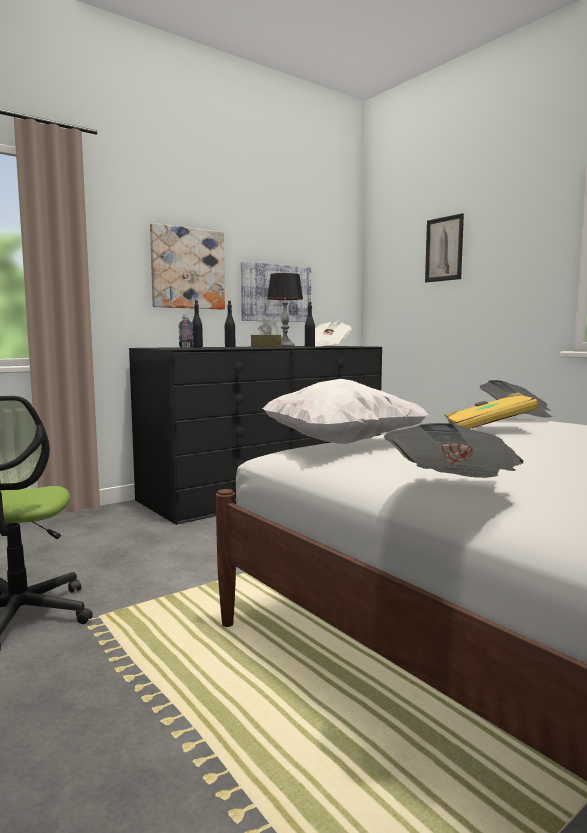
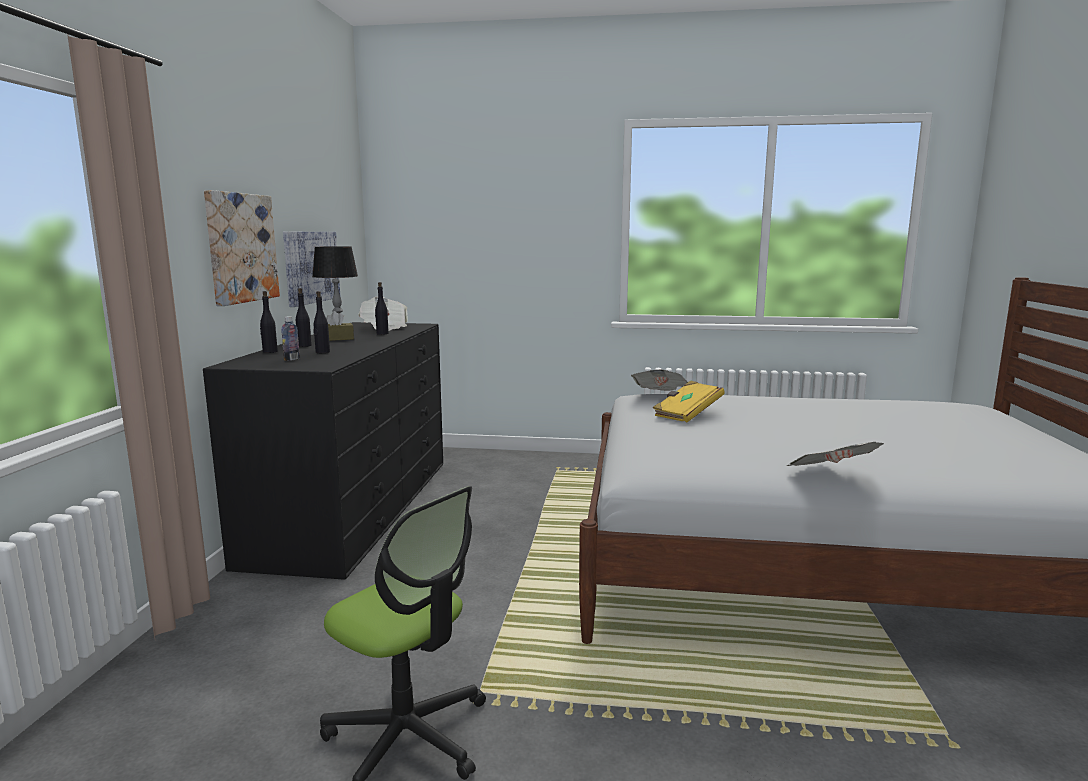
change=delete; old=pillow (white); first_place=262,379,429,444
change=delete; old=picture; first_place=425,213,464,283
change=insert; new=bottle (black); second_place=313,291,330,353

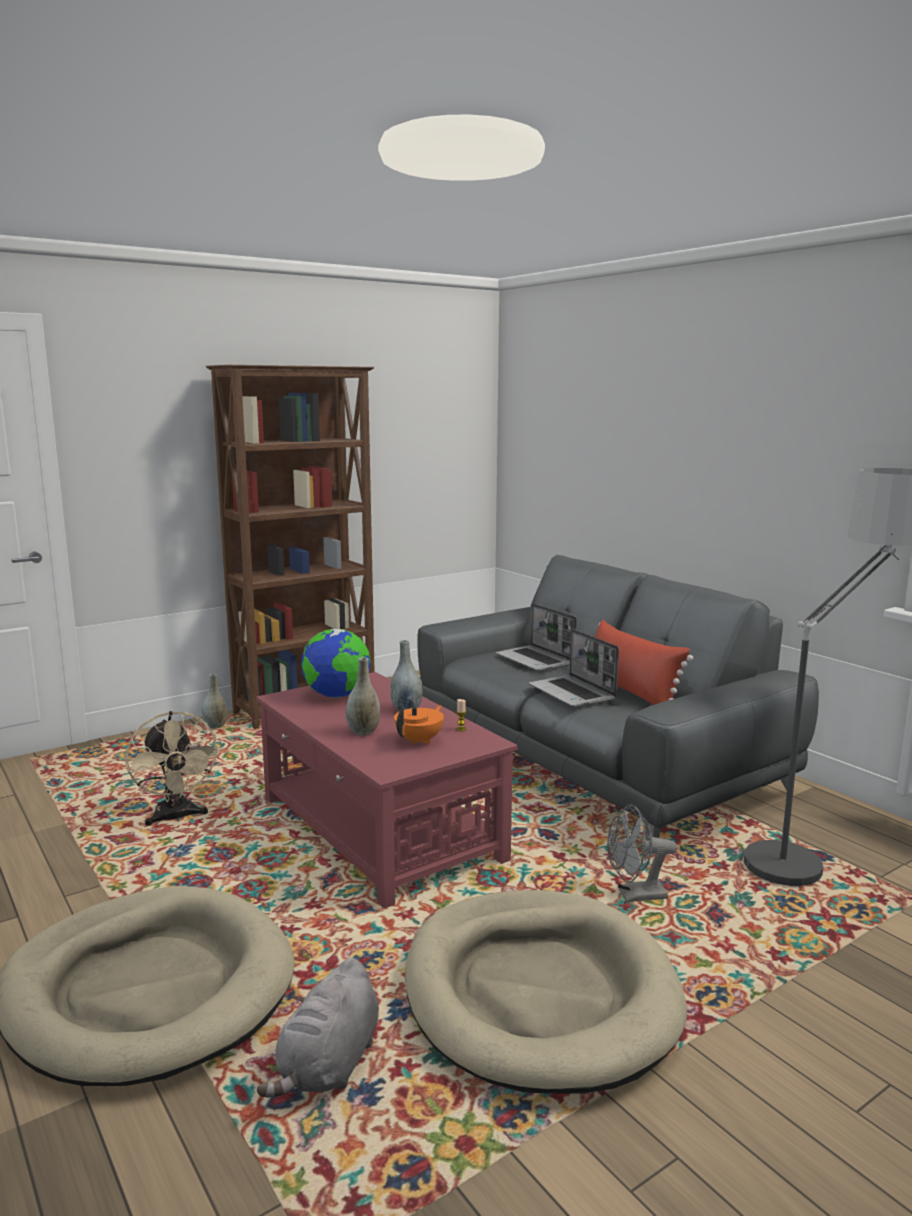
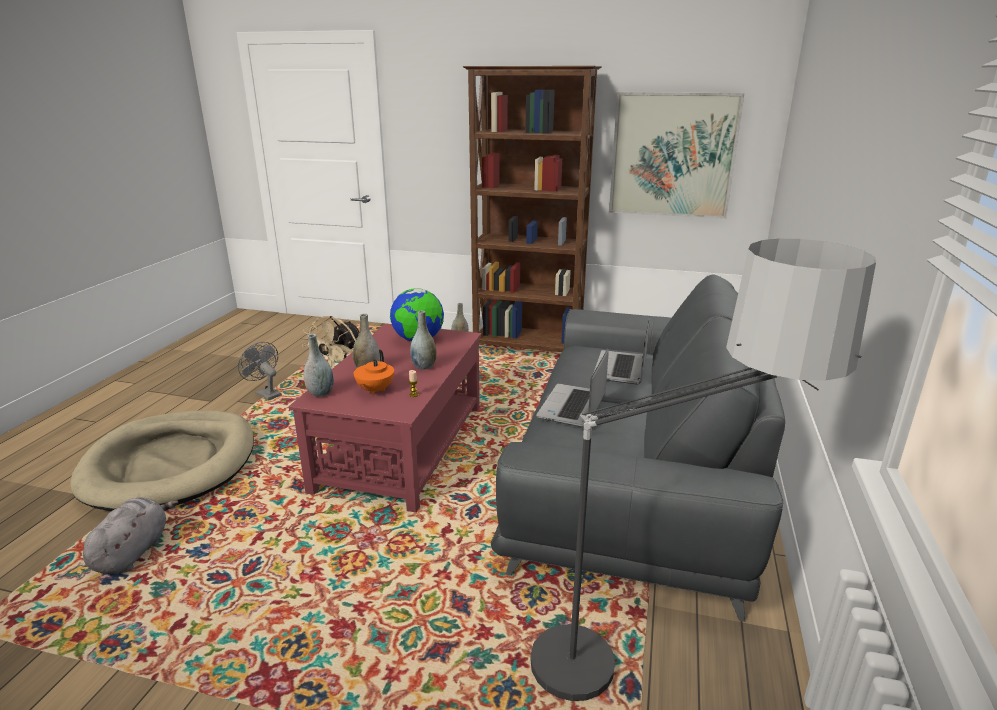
change=delete; old=dog bed (beige); first_place=405,890,687,1093
change=delete; old=pillow (red); first_place=595,620,693,705
change=insert; new=vase (grey); second_place=304,334,334,397
change=insert; new=picture; second_place=609,92,745,219
change=move; old=fan (grey); first_place=607,805,677,902; second_place=238,342,282,400
change=rotate; old=plush toy (grey); first_place=257,958,379,1098; second_place=83,498,179,574; degrees=120
change=rotate; old=teapot (orange); first_place=394,705,444,745; second_place=354,350,394,395; degrees=105

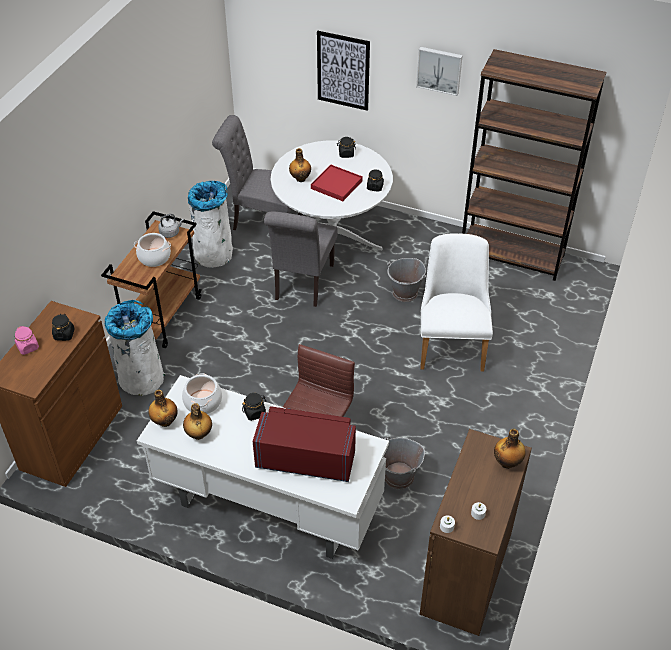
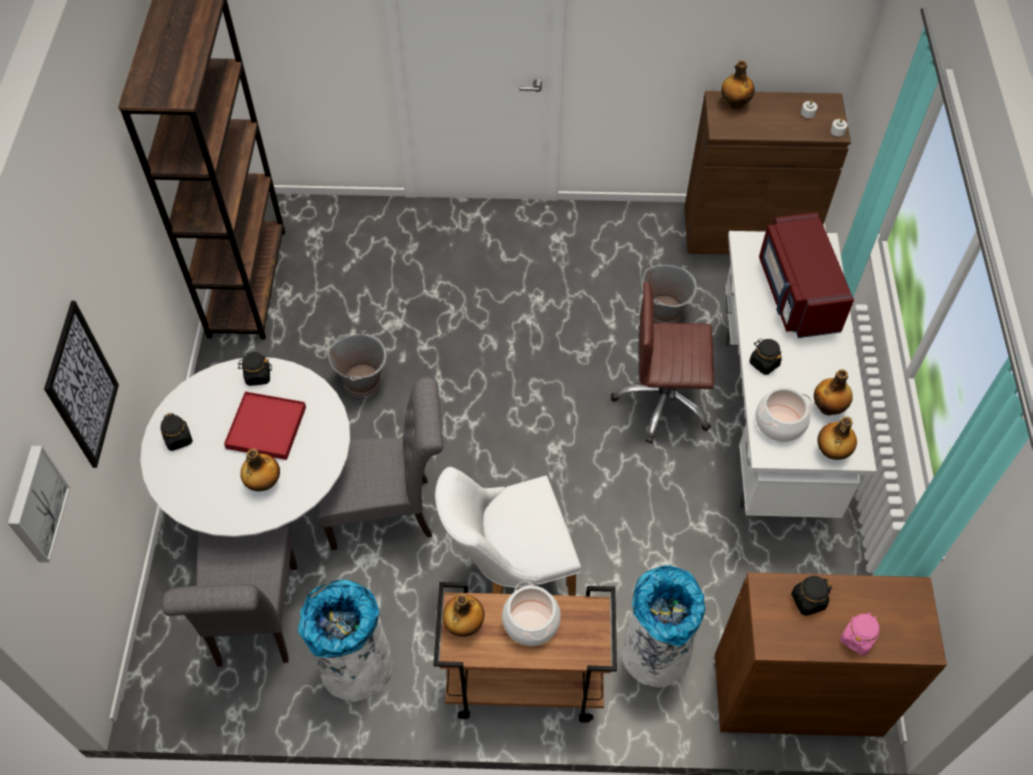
change=move; old=picture; first_place=416,47,463,96; second_place=8,446,70,562
change=move; old=chair (white); first_place=420,233,493,372; second_place=435,467,581,596
change=replace; old=kettle (grey); new=bottle; first_place=158,214,184,238; second_place=443,594,484,637

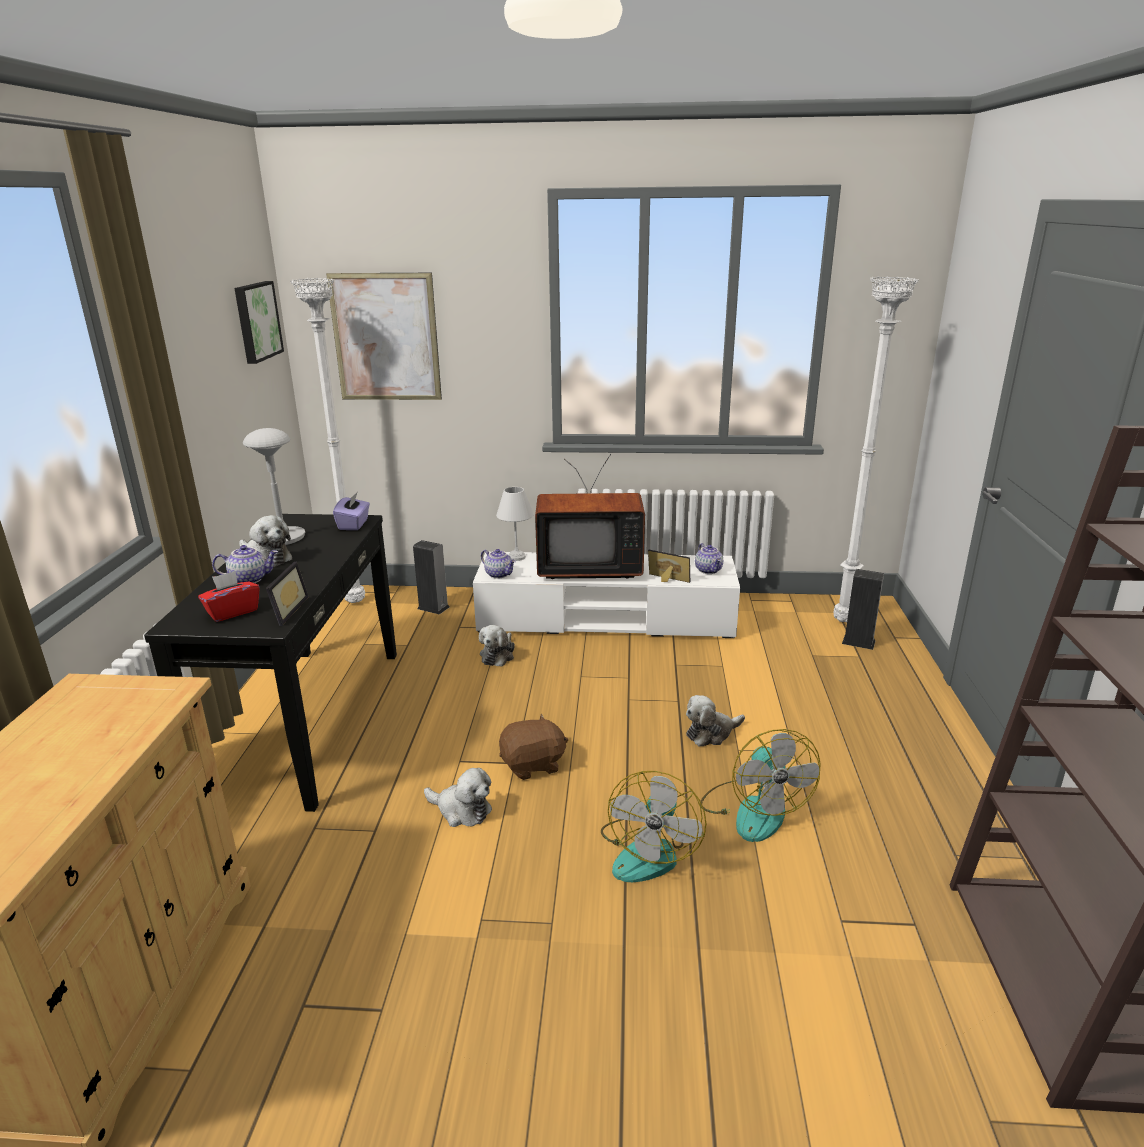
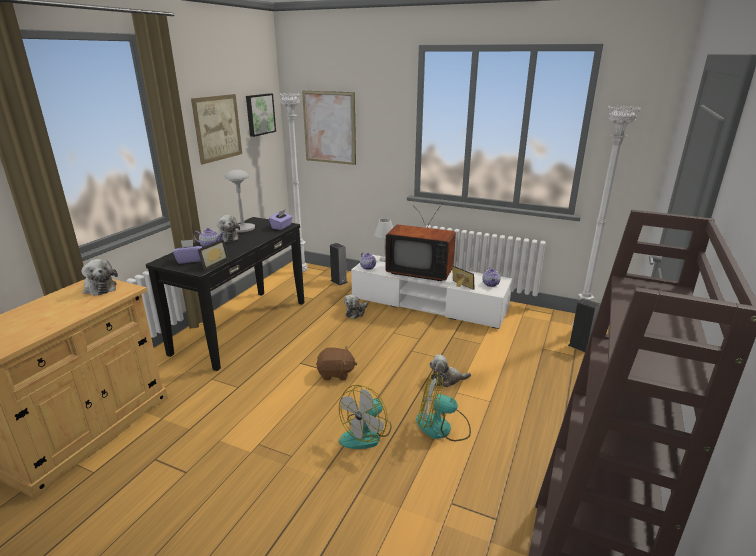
change=insert; new=picture; second_place=191,94,242,164
change=move; old=plush toy; first_place=424,768,492,827; second_place=82,259,118,296
change=recolor; old=tissue box (red); new=tissue box (purple); first_place=198,571,260,622; second_place=173,239,202,264
change=rotate; old=fan; first_place=700,729,821,842; second_place=416,372,471,441; degrees=90

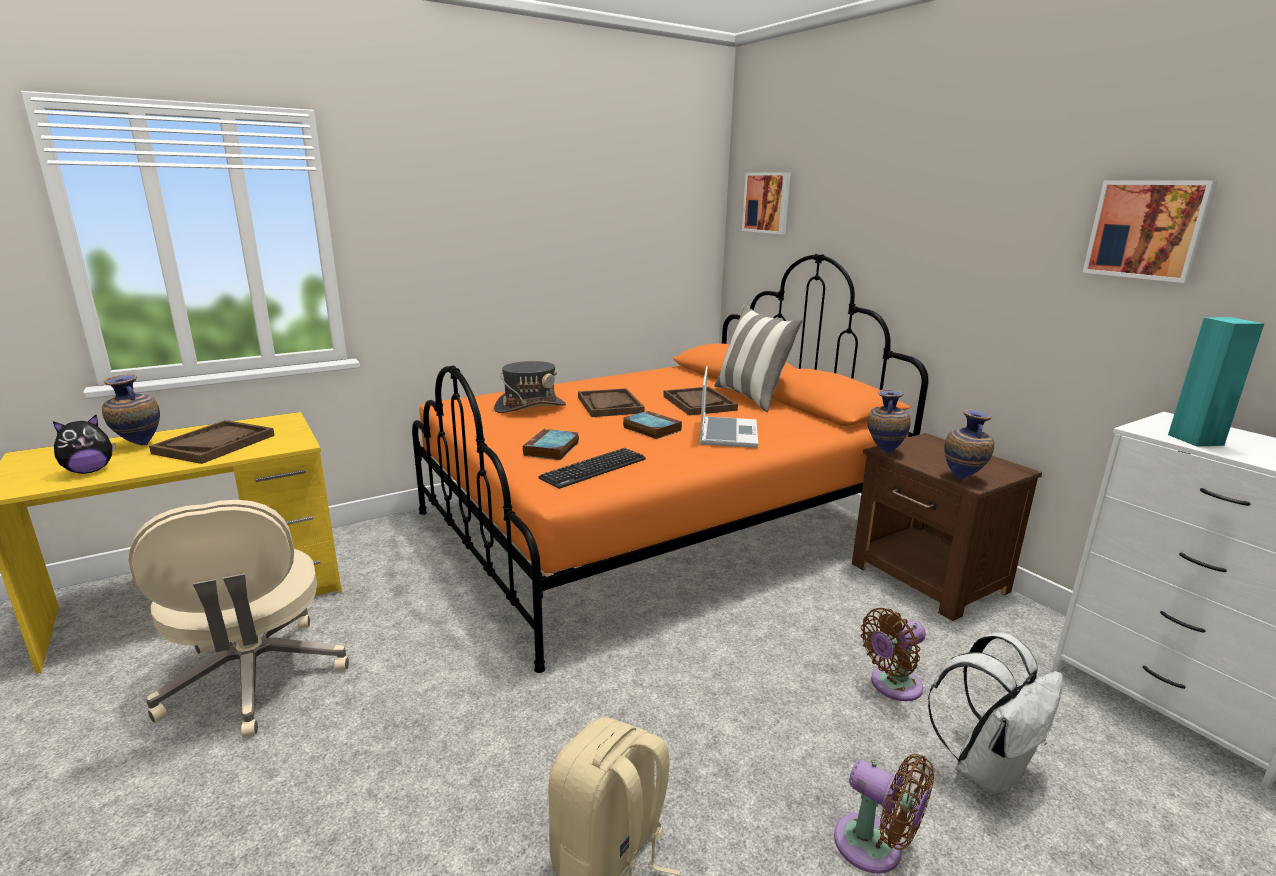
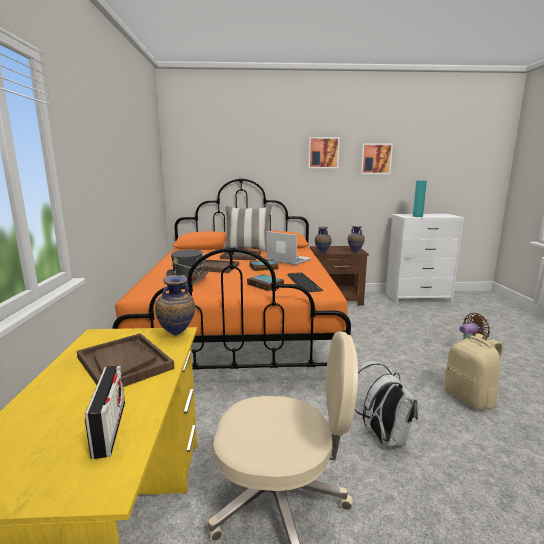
change=delete; old=fan (brown); first_place=861,608,926,701
change=move; old=vase; first_place=102,374,160,445; second_place=155,275,195,336
change=move; old=picture; first_place=742,172,791,234; second_place=308,137,340,168
change=move; old=backpack (white); first_place=928,633,1063,796; second_place=355,361,418,447
change=replace; old=plush toy; new=radio; first_place=53,415,115,474; second_place=85,366,125,459

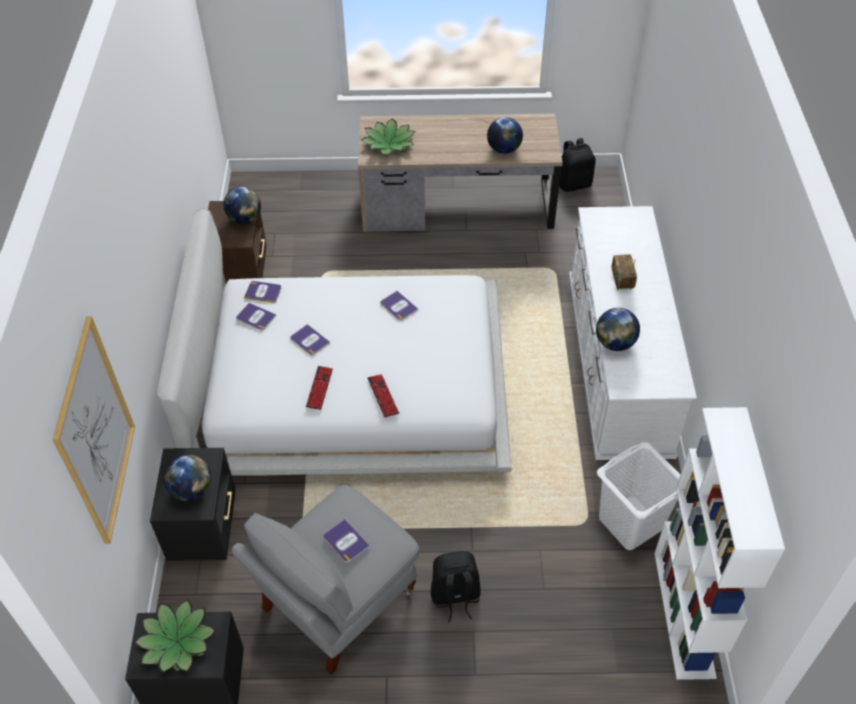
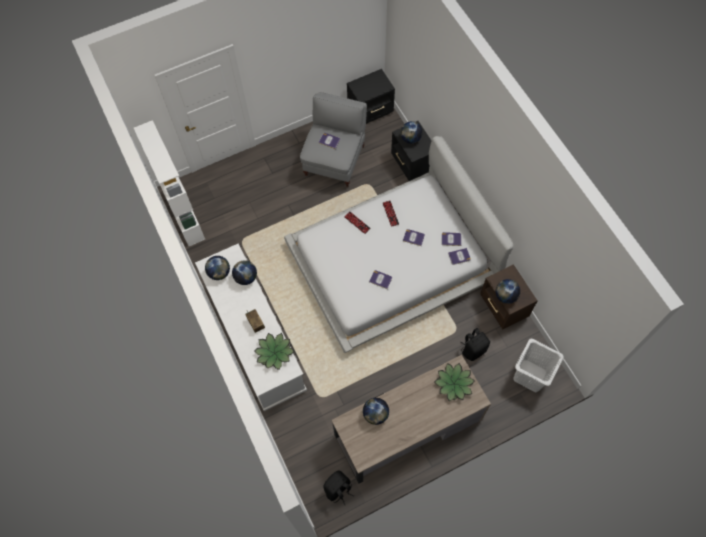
change=delete; old=picture; first_place=53,316,135,544
change=insert; new=globe; second_place=205,256,230,280
change=move; old=potted plant; first_place=134,599,216,673; second_place=254,333,294,370
change=move; old=backpack (black); first_place=431,551,481,623; second_place=460,328,490,361
change=move; old=laundry basket (white); first_place=597,442,680,550; second_place=513,339,564,392

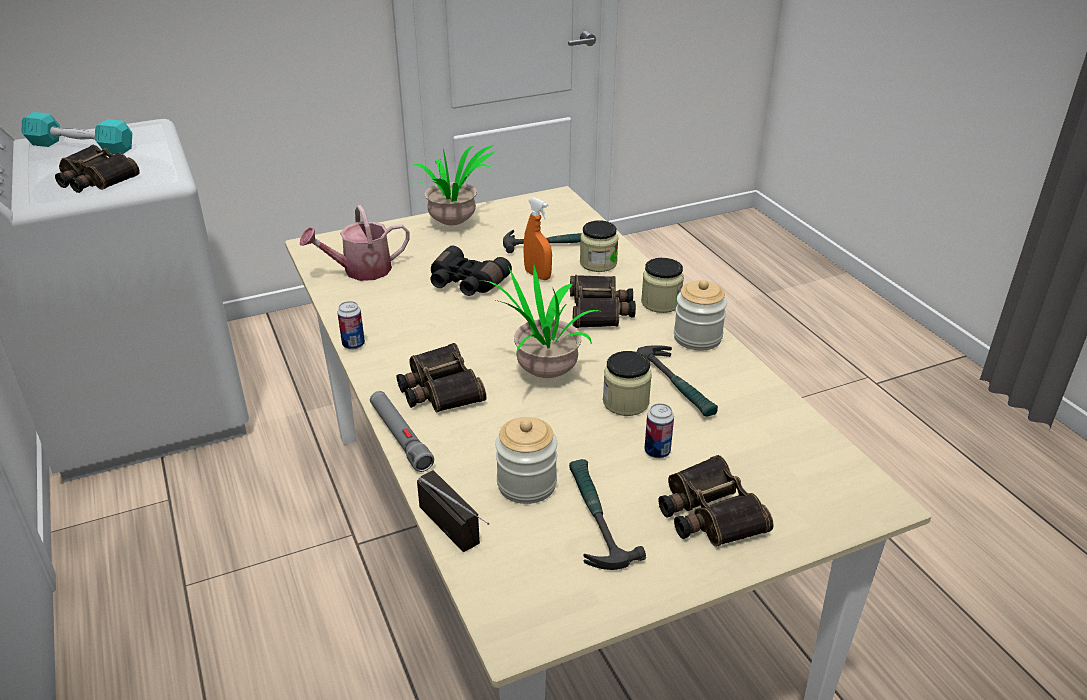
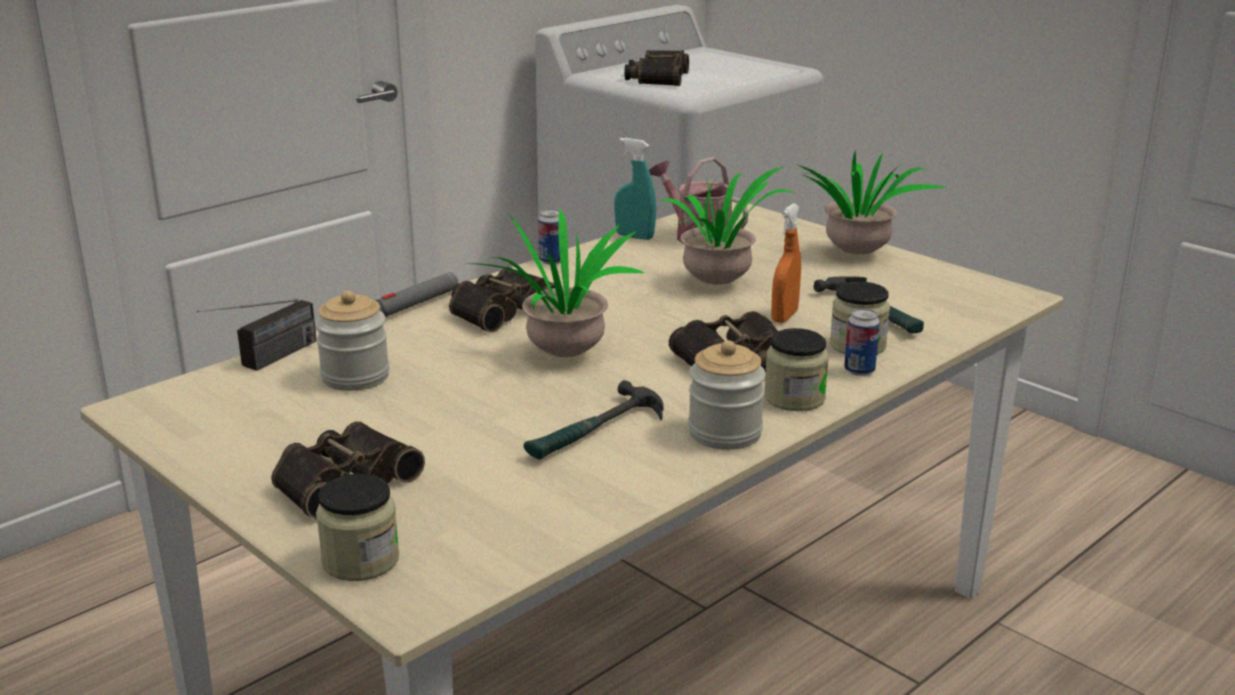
change=delete; old=dumbbell (turquoise); first_place=21,112,132,154
change=delete; old=hammer; first_place=569,459,646,570
change=insert; new=spray bottle (turquoise); second_place=614,138,656,240
change=move; old=jar; first_place=603,351,652,416; second_place=316,474,399,581
change=move; old=can; first_place=644,403,674,458; second_place=844,308,880,376
change=replace; old=binoculars (black); new=potted plant; first_place=430,246,512,296; second_place=661,166,794,285

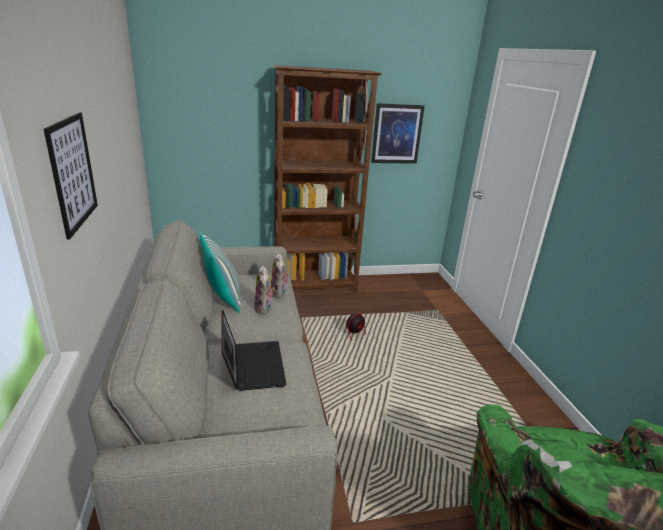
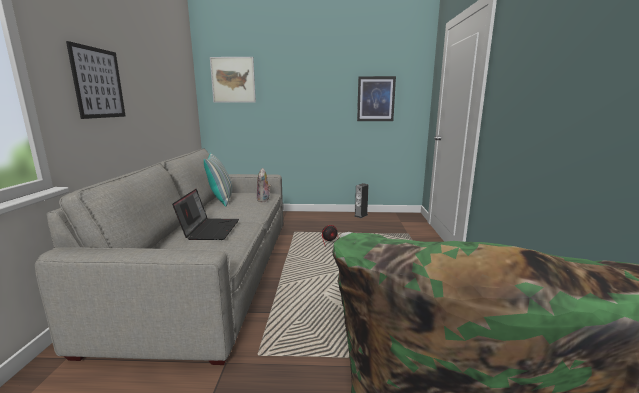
change=delete; old=plush toy; first_place=254,266,275,314
change=delete; old=bookcase (brown); first_place=272,65,382,293
change=insert; new=picture; second_place=210,57,256,103
change=insert; new=speaker; second_place=354,183,369,218

